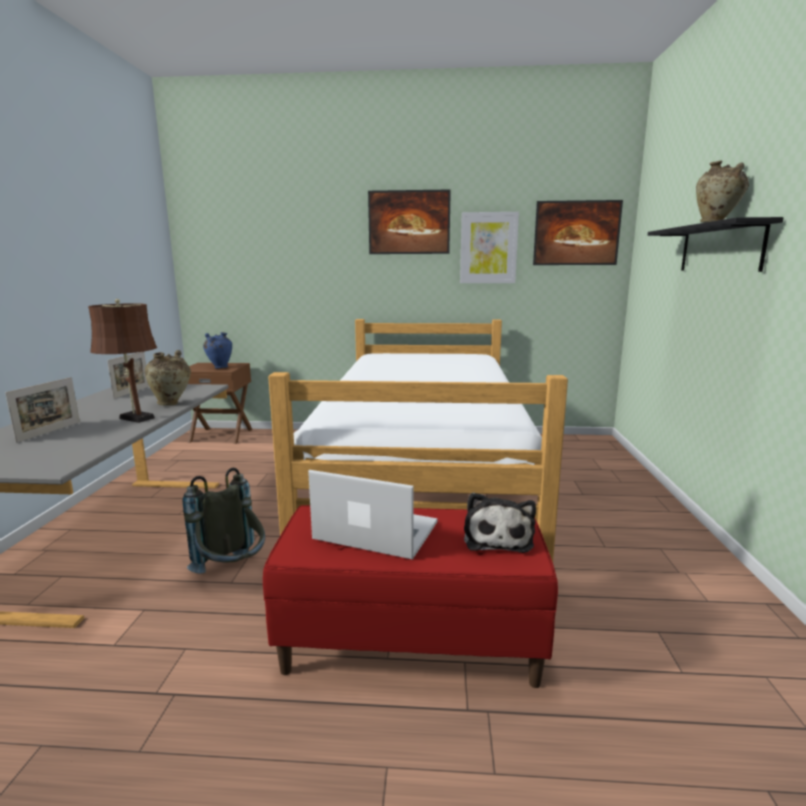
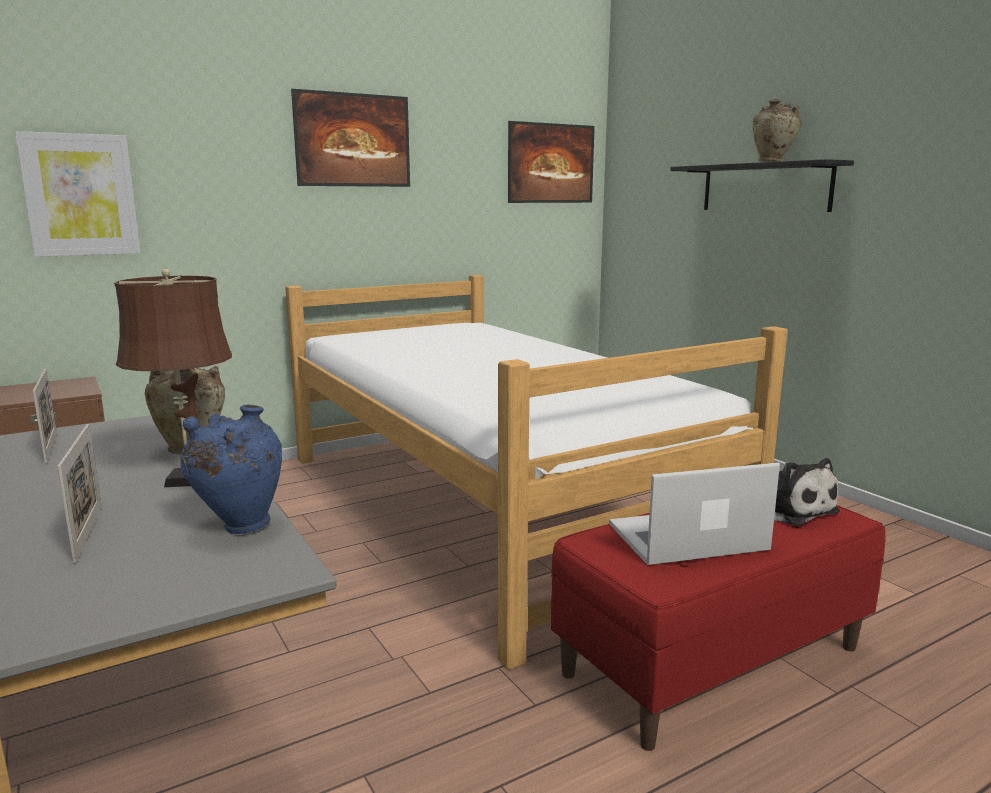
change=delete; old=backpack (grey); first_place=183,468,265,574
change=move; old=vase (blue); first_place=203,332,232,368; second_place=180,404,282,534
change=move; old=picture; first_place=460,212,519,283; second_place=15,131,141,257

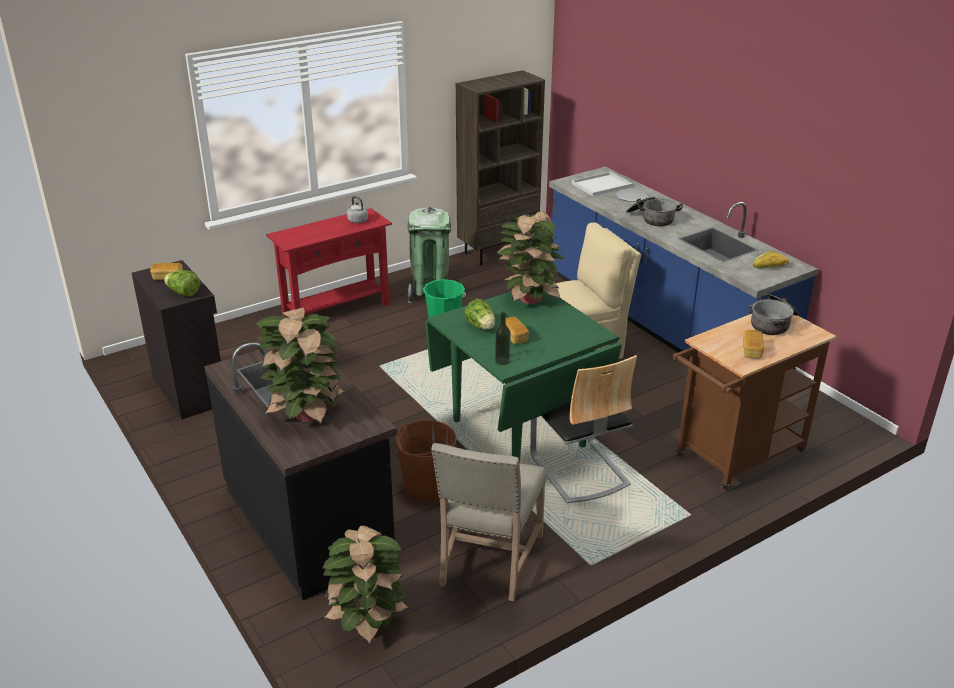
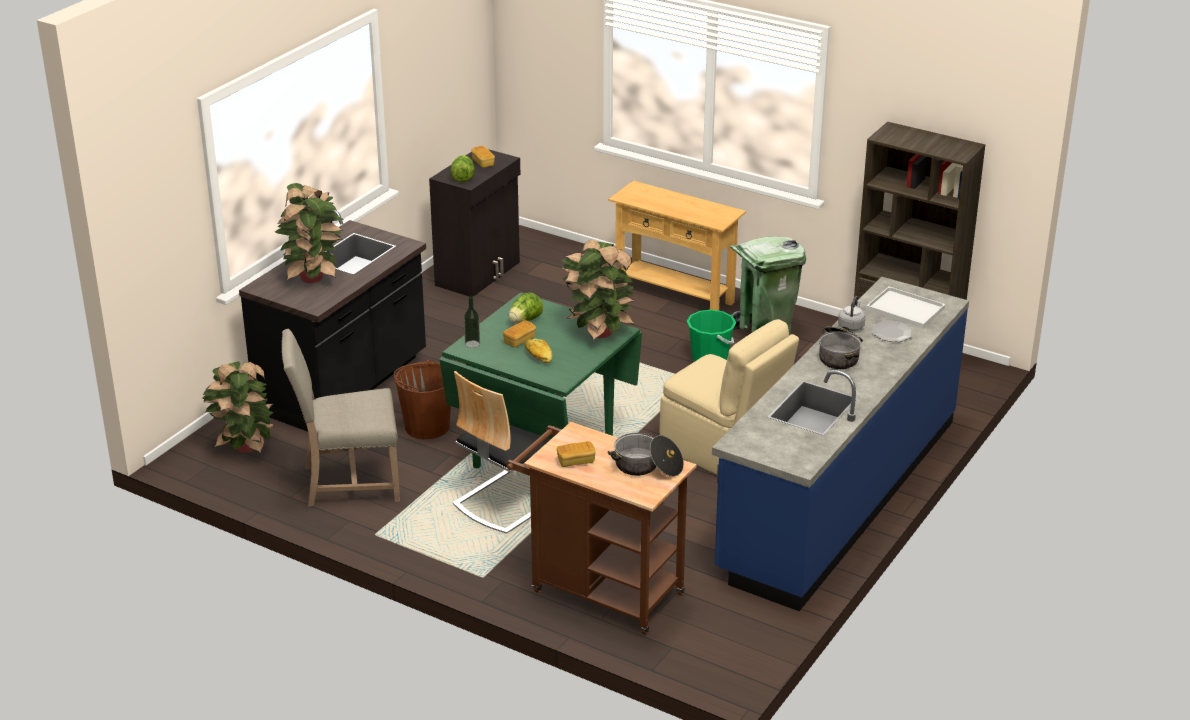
change=move; old=kettle (grey); first_place=347,196,368,223; second_place=838,296,866,331
change=move; old=bread; first_place=753,251,789,268; second_place=525,338,553,363
change=recolor; old=console table (red); new=console table (beige); first_place=266,208,392,315; second_place=608,181,746,311

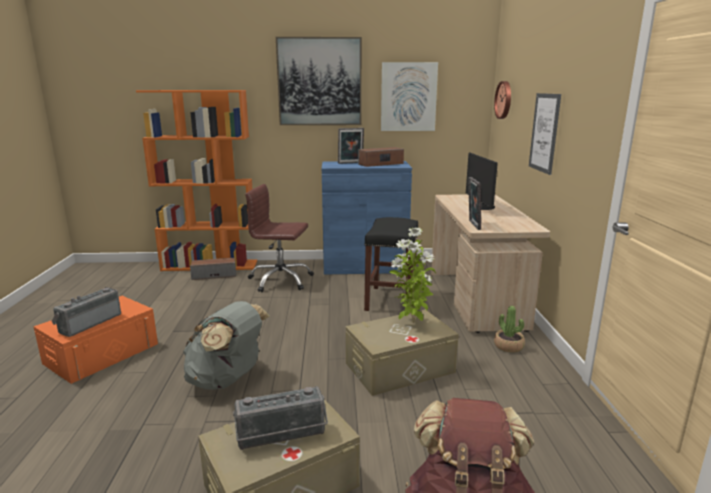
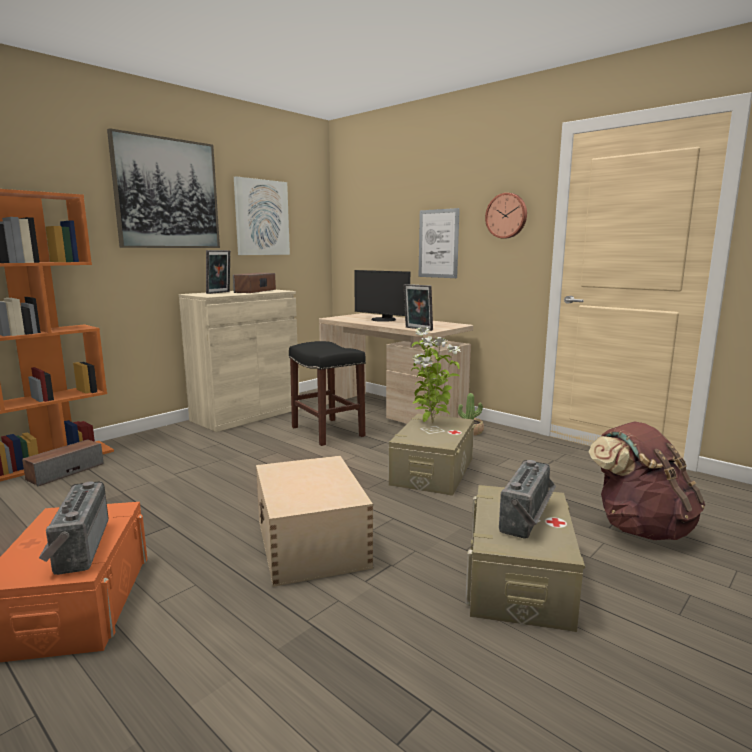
change=delete; old=office chair (brown); first_place=245,184,314,292
change=move; old=wall clock; first_place=494,81,511,119; second_place=485,193,527,239
change=replace; old=backpack (grey); new=storage box (beige); first_place=183,301,269,390; second_place=256,455,373,587
change=recolor; old=cabinet (blue); new=cabinet (beige); first_place=322,161,412,275; second_place=179,290,300,432

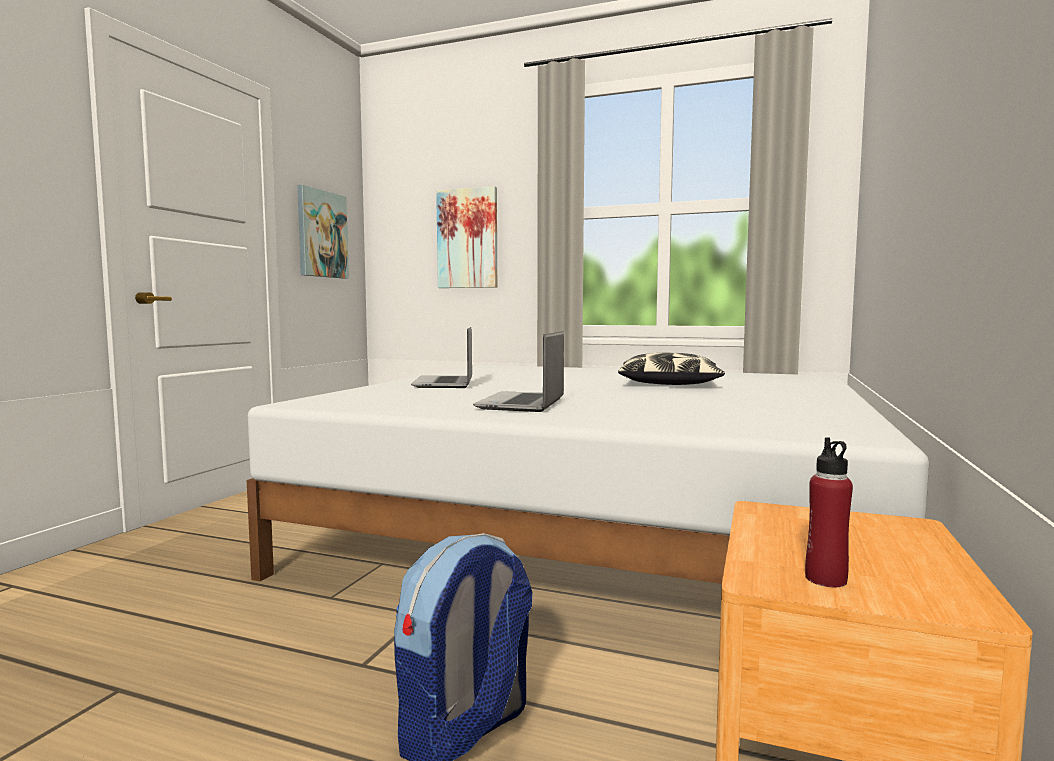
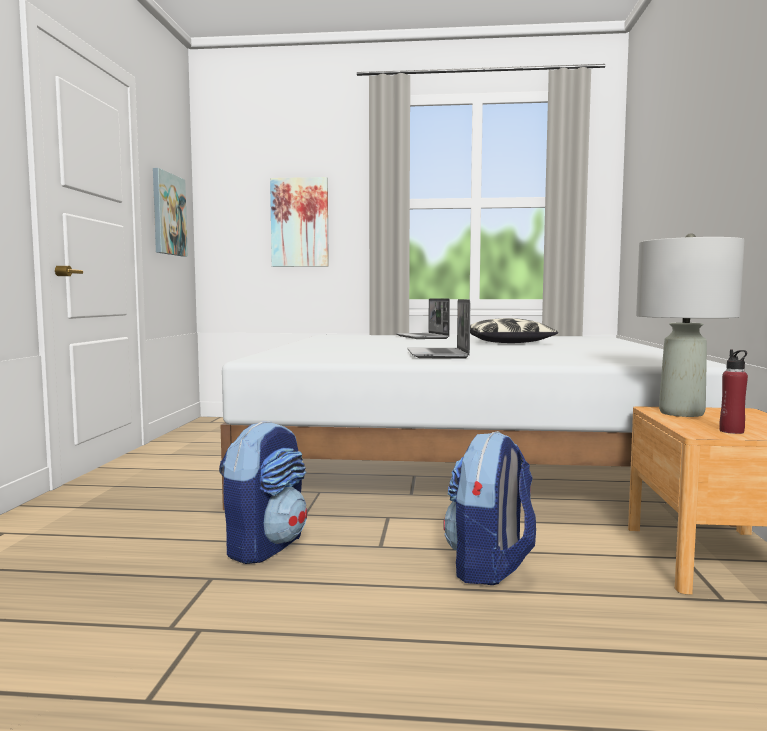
change=insert; new=backpack; second_place=219,421,307,564
change=insert; new=table lamp (grey); second_place=636,233,744,417
change=move; old=laptop; first_place=411,327,472,388; second_place=395,298,450,339

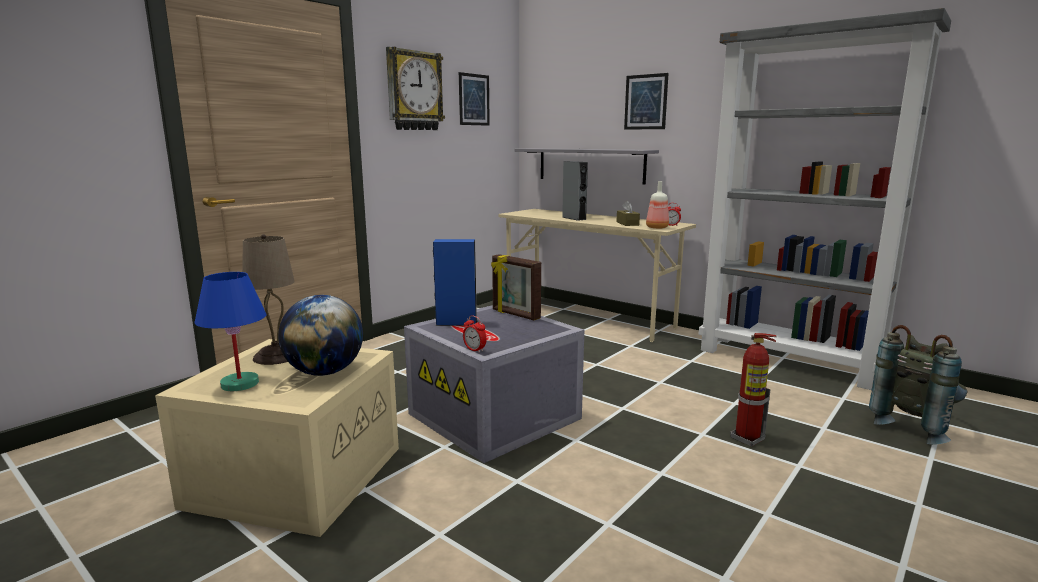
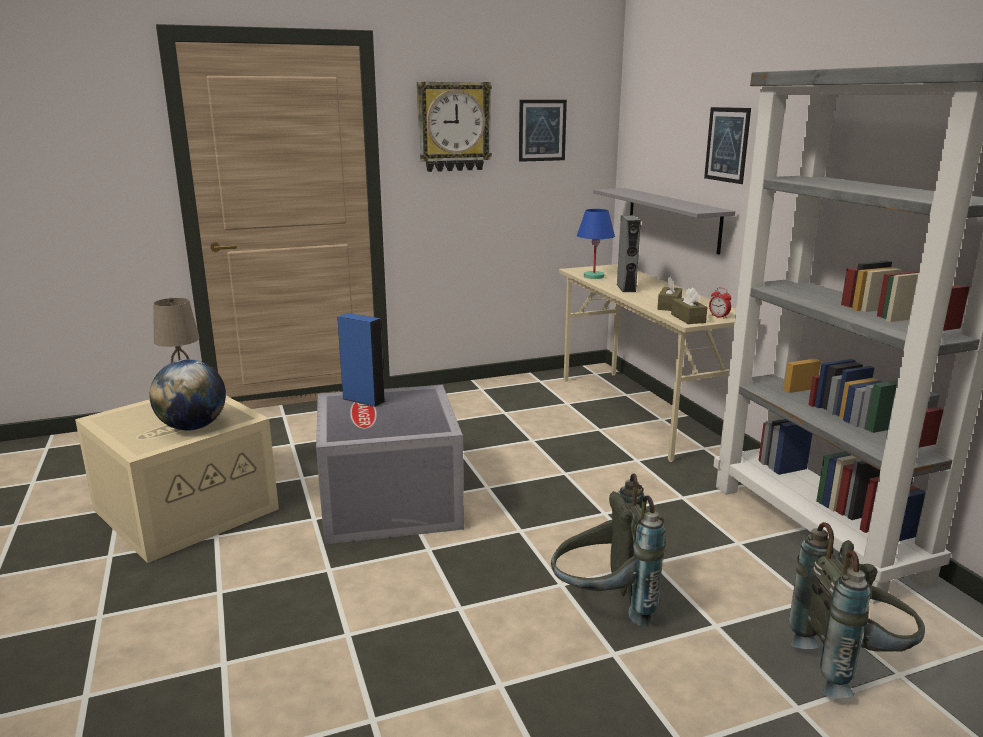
change=delete; old=alarm clock; first_place=463,315,487,353
change=delete; old=picture frame; first_place=491,254,541,320
change=move; old=table lamp (blue); first_place=195,272,267,391; second_place=577,209,615,279
change=replace; old=bottle; new=tissue box (brown); first_place=646,181,669,229; second_place=671,287,708,324
change=replace; old=fire extinguisher; new=backpack (grey); first_place=730,333,776,447; second_place=551,473,665,626

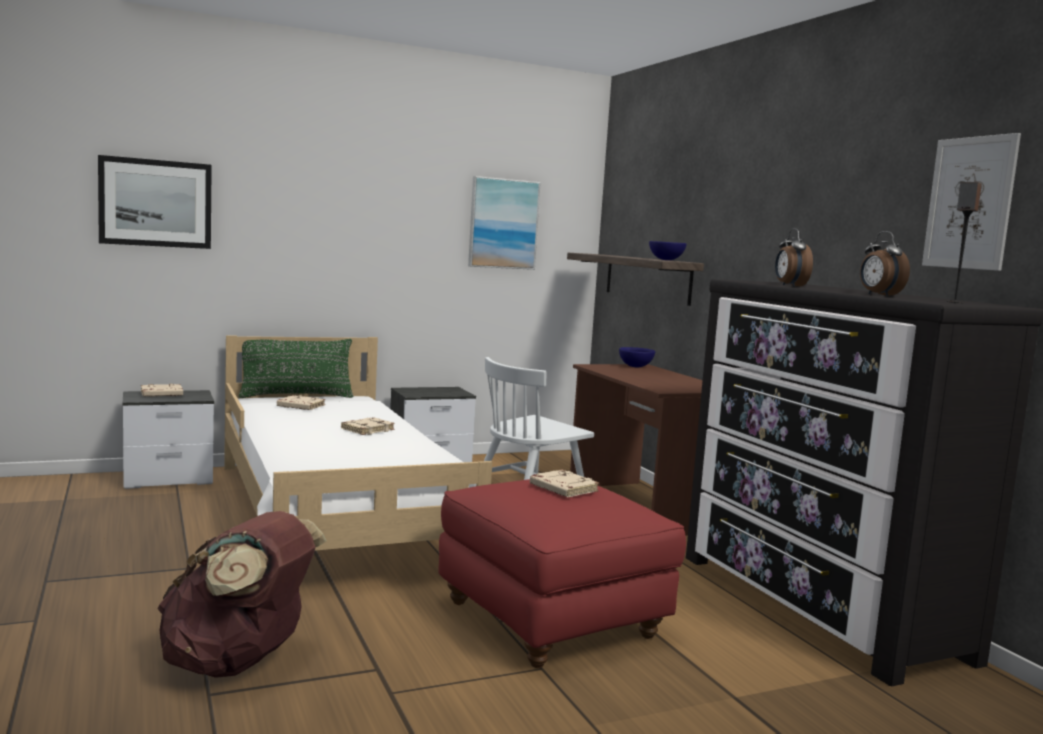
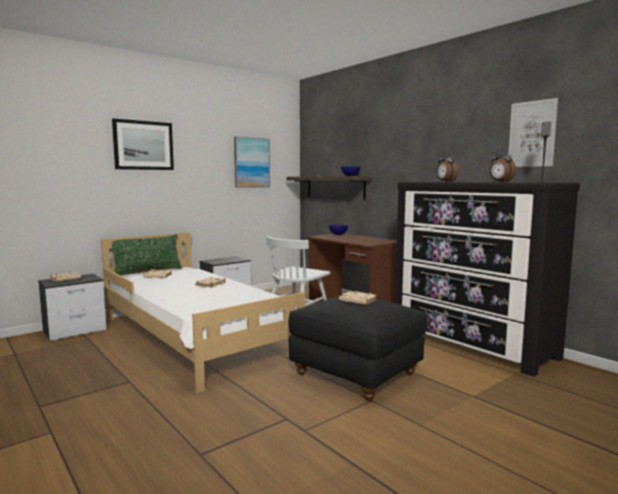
change=delete; old=backpack (brown); first_place=158,511,326,678
change=move; old=picture; first_place=98,155,212,249; second_place=112,119,174,170
change=recolor; old=ottoman (red); new=ottoman (black); first_place=438,479,686,668; second_place=288,296,428,401

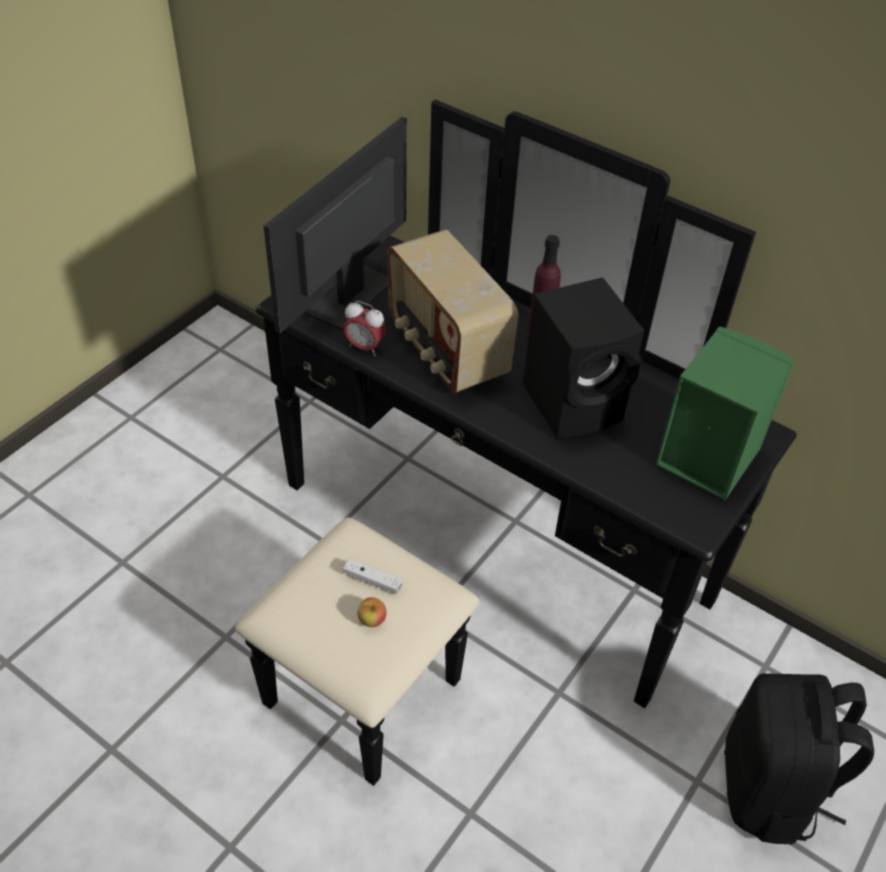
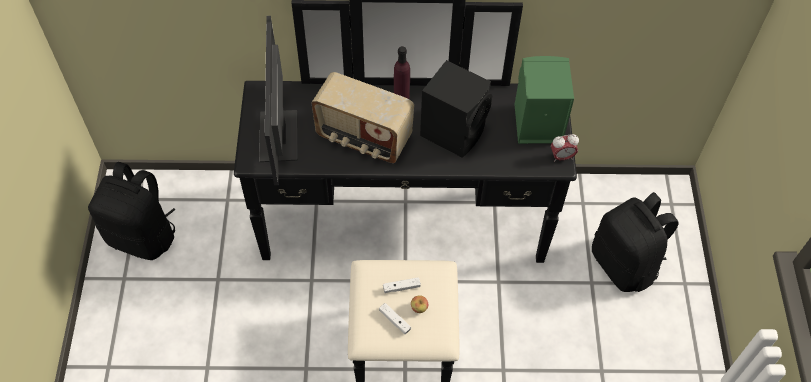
change=insert; new=backpack (black); second_place=88,162,176,260
change=insert; new=game controller (white); second_place=379,303,411,334
change=move; old=alarm clock; first_place=343,301,386,356; second_place=551,134,579,162

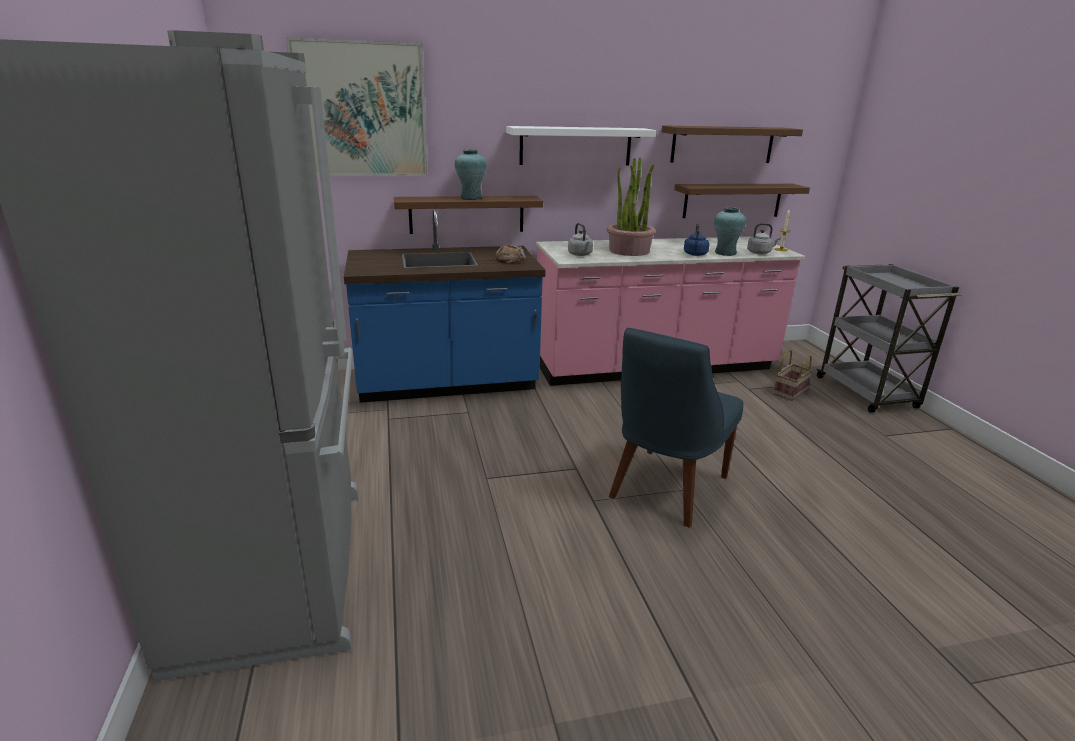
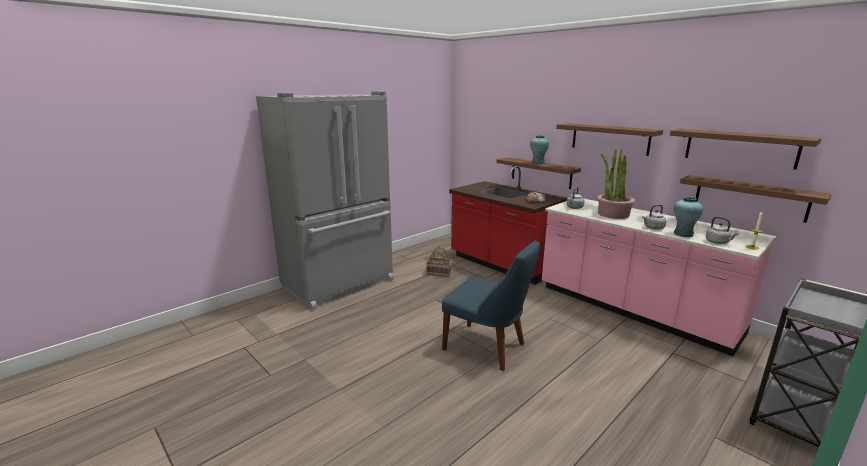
change=delete; old=picture; first_place=286,37,428,176
change=move; old=basket; first_place=773,349,813,401; second_place=426,246,452,277
change=recolor; old=counter (blue); new=counter (red); first_place=344,209,546,403; second_place=449,166,567,285
change=recolor; old=shelf (white); new=shelf (brown); first_place=506,126,656,165; second_place=556,123,663,156
change=recolor; old=kettle (blue); new=kettle (grey); first_place=684,223,710,256; second_place=642,205,666,230
change=rotate; old=chair (blue); first_place=609,328,744,528; second_place=442,241,540,371; degrees=-150

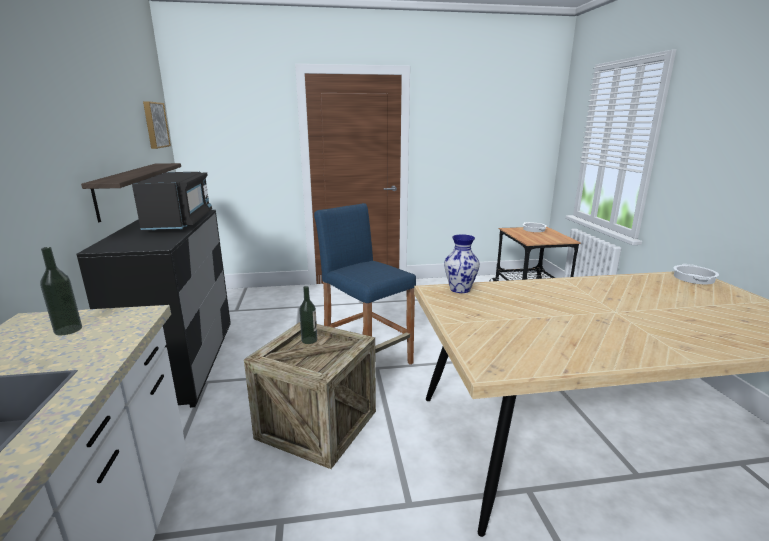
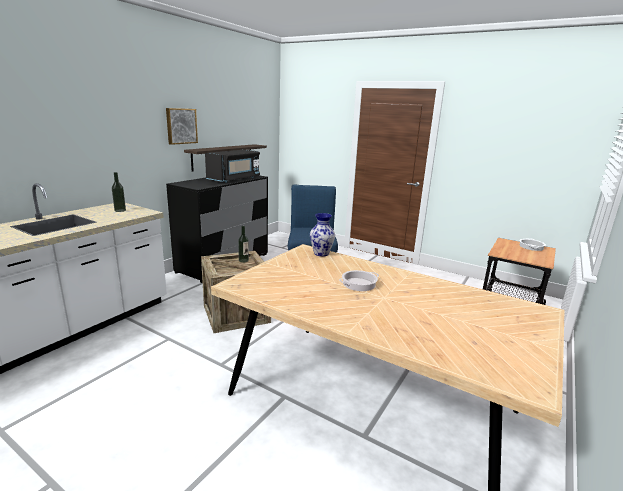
change=move; old=picture; first_place=143,101,171,149; second_place=166,108,198,145
change=move; old=cooking pot; first_place=673,264,719,285; second_place=339,270,379,291

